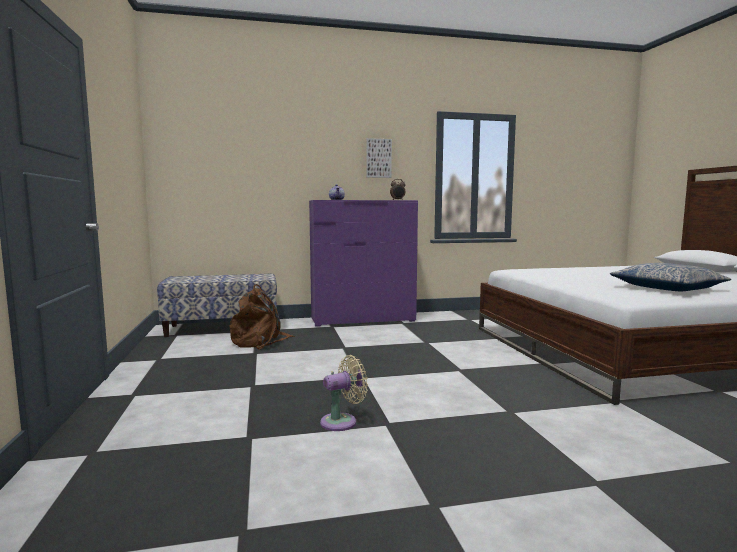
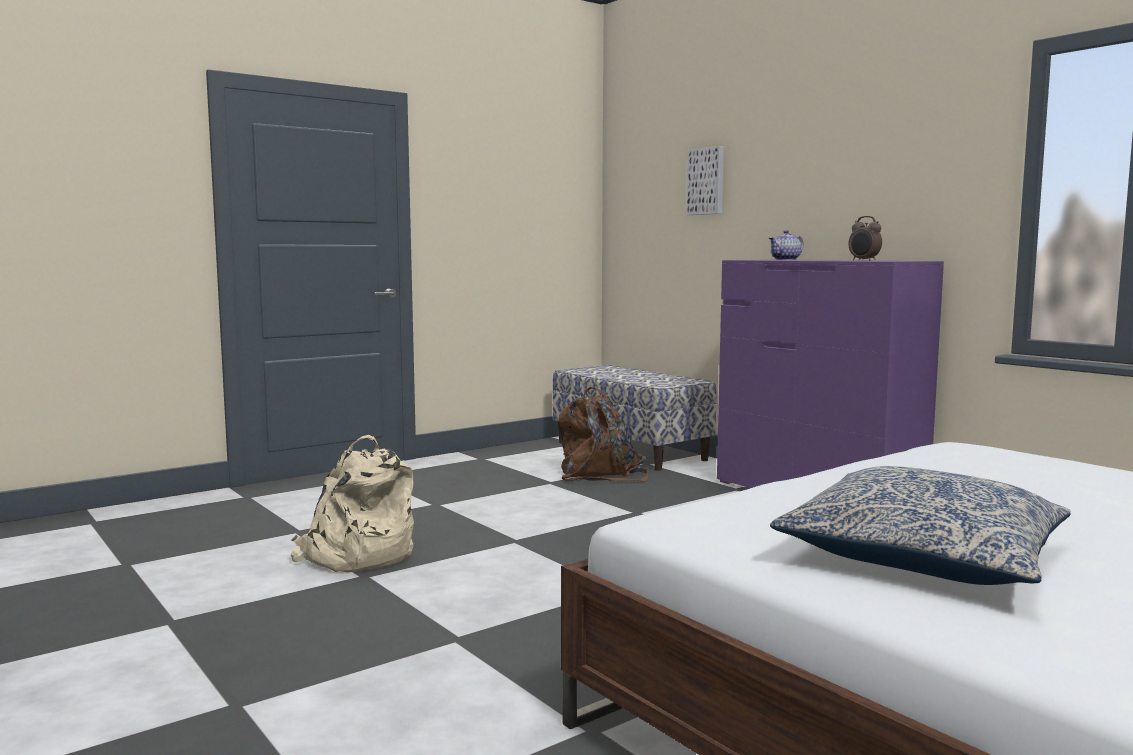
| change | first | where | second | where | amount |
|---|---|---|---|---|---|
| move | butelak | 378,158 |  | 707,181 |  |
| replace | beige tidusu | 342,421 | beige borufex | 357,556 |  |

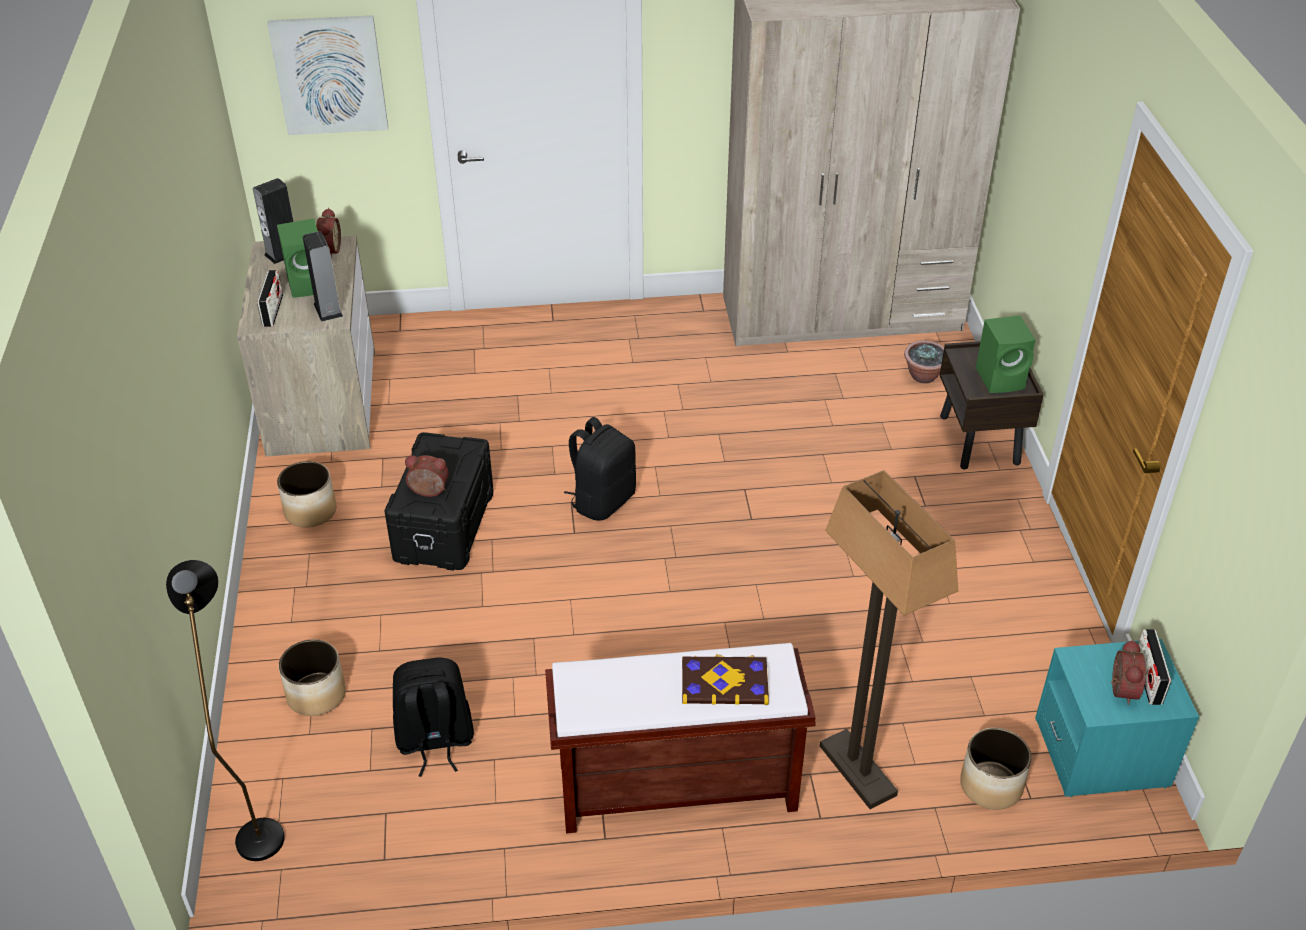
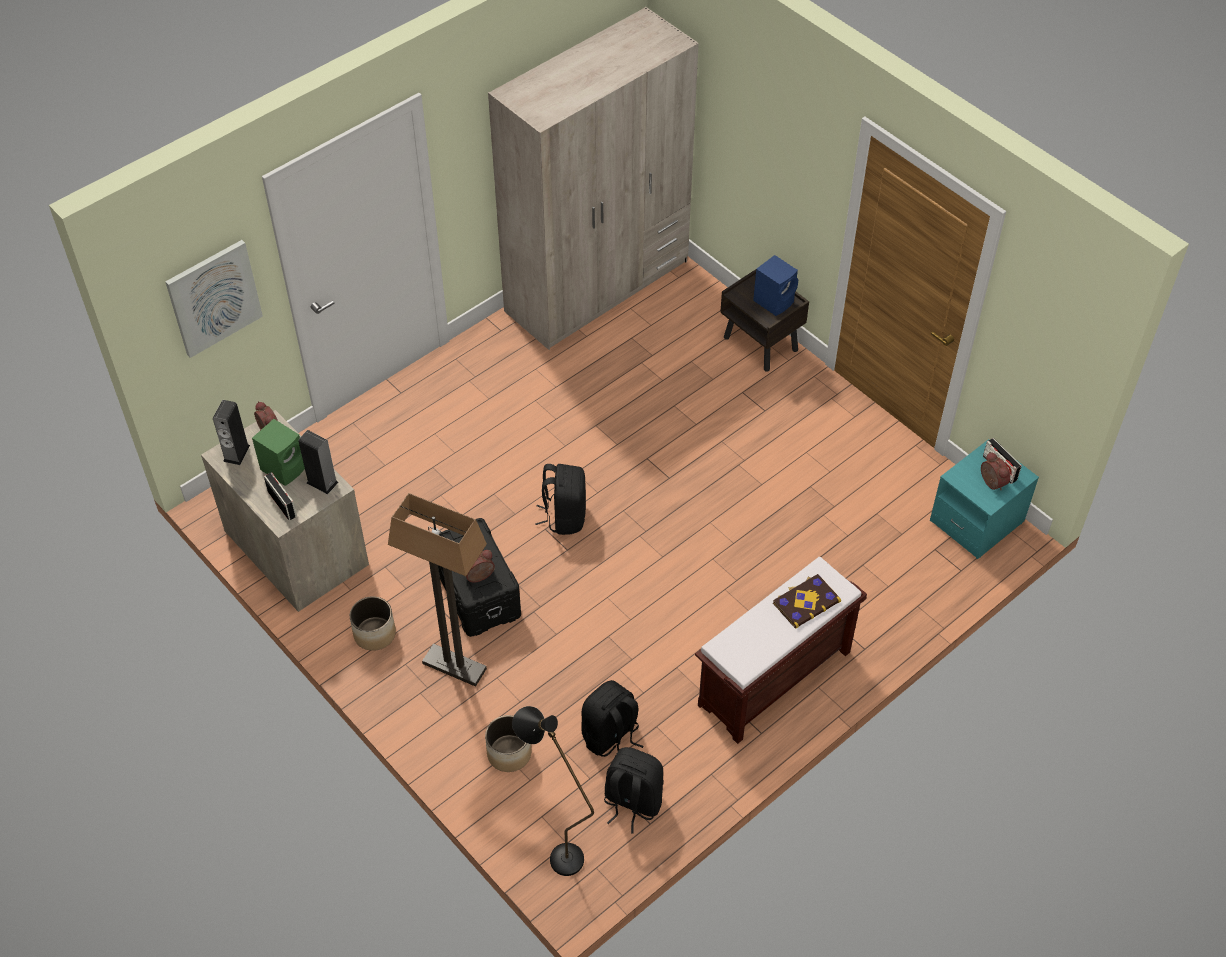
| change | first | where | second | where | amount |
|---|---|---|---|---|---|
| recolor | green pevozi | 1002,378 | blue pevozi | 774,301 |  |
| delete | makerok | 923,376 |  |  |  |
| move | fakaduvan | 856,770 |  | 453,666 |  |
| delete | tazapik | 990,785 |  |  |  |
| insert |  |  | black borufex | 632,802 |  |

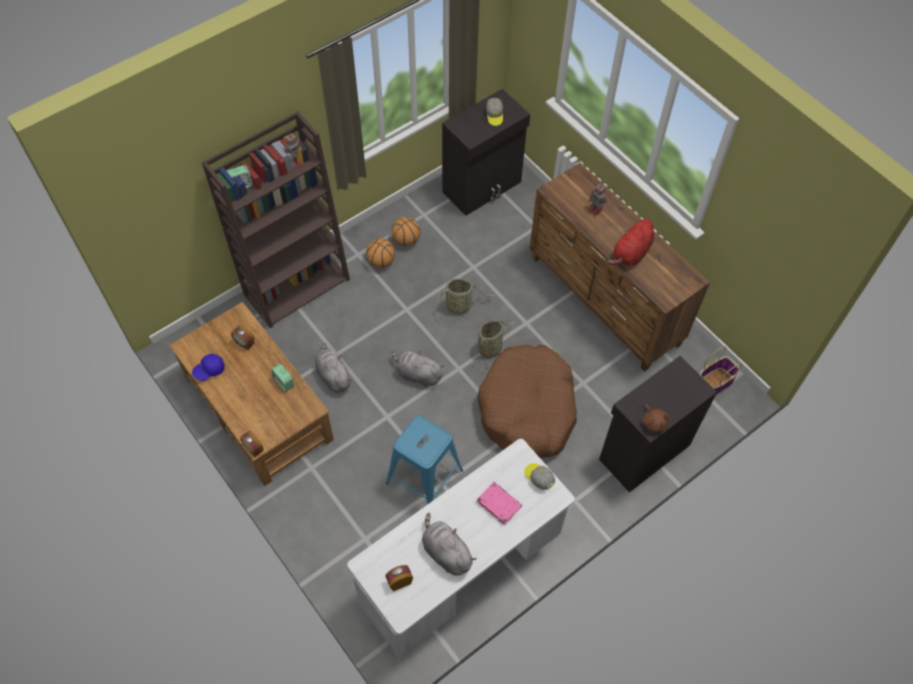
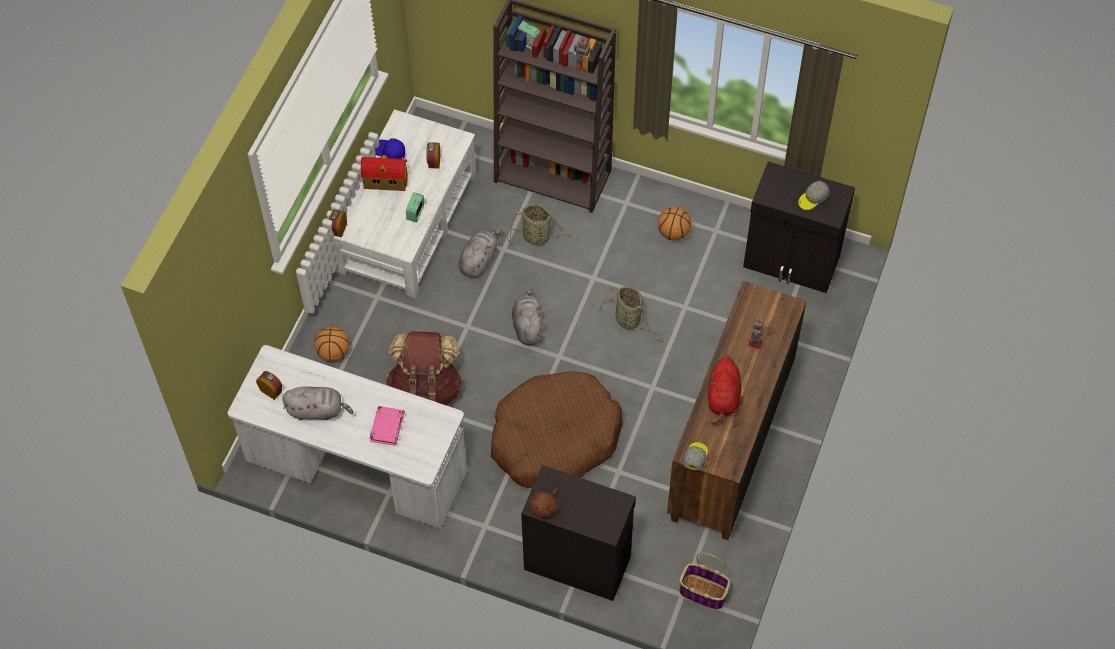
| change | first | where | second | where | amount |
|---|---|---|---|---|---|
| rotate | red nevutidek | 631,253 |  | 723,398 | 90 degrees counterclockwise |
| move | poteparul | 381,261 |  | 334,352 |  |
| recolor | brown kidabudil | 258,408 | white kidabudil | 406,222 |  |
| move | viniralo | 491,348 |  | 538,237 |  |
| replace | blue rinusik | 424,477 | brown borufex | 426,390 |  |
| move | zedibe | 538,478 |  | 695,458 |  |
| rotate | grey nevutidek | 445,552 |  | 317,410 | 75 degrees clockwise |
| insert |  |  | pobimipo | 384,181 |  |

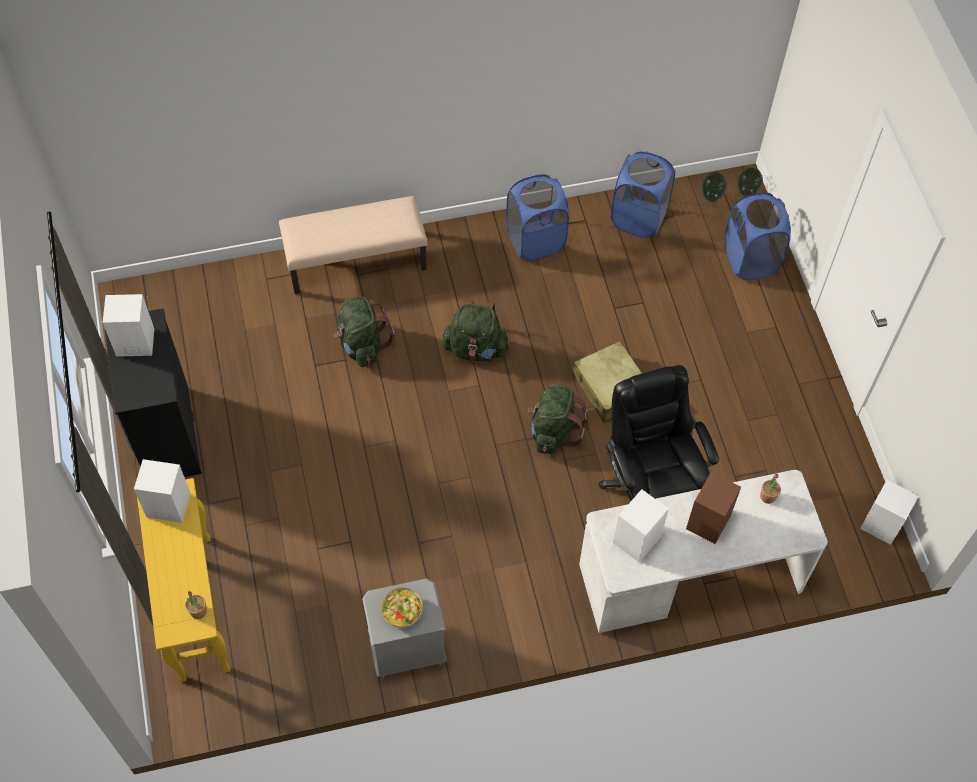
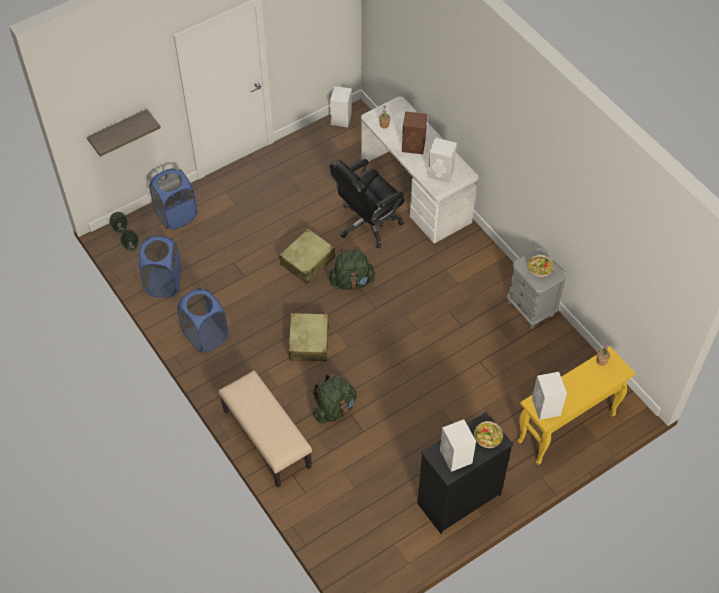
| change | first | where | second | where | amount |
|---|---|---|---|---|---|
| replace | green borufex | 476,348 | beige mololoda | 309,342 |  |
| insert |  |  | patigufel | 119,130 |  |
| insert |  |  | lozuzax | 487,438 |  |

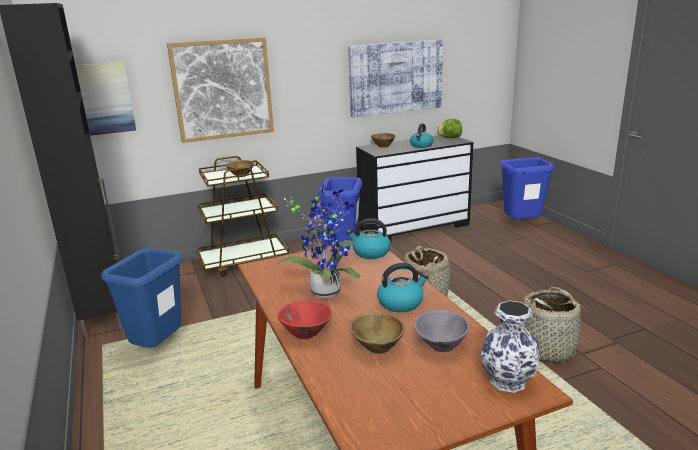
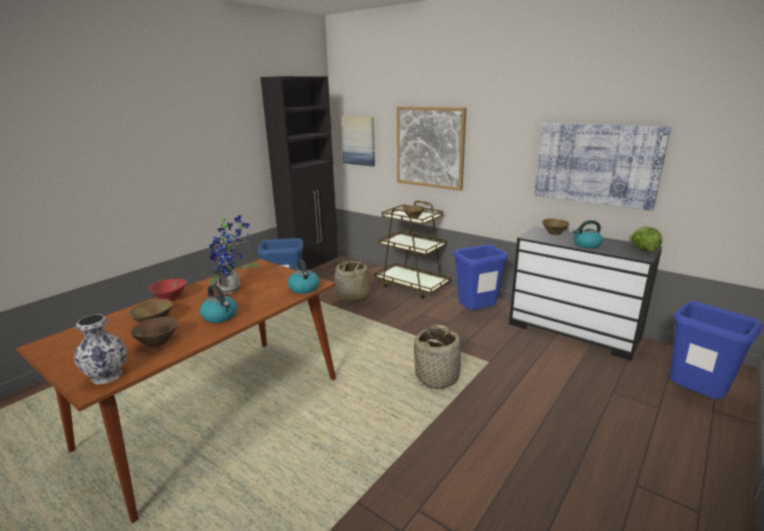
| change | first | where | second | where | amount |
|---|---|---|---|---|---|
| move | viniralo | 549,349 |  | 353,298 |  |
| recolor | grey lozuzax | 441,345 | brown lozuzax | 158,342 |  |

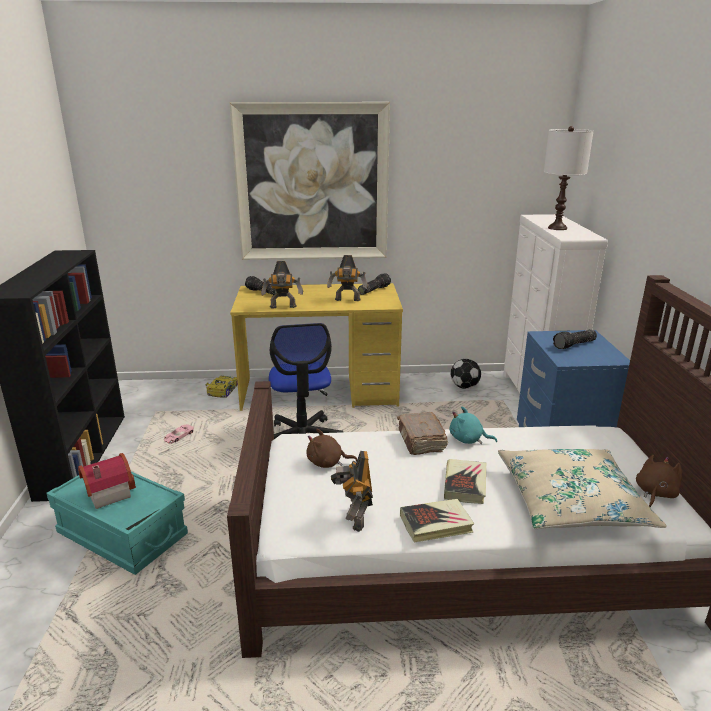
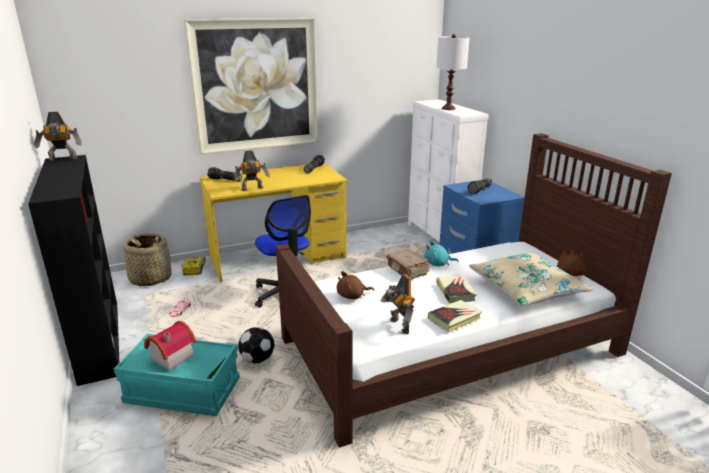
| change | first | where | second | where | amount |
|---|---|---|---|---|---|
| move | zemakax | 347,300 |  | 63,160 |  |
| move | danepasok | 465,387 |  | 258,359 |  |
| insert |  |  | viniralo | 150,278 |  |

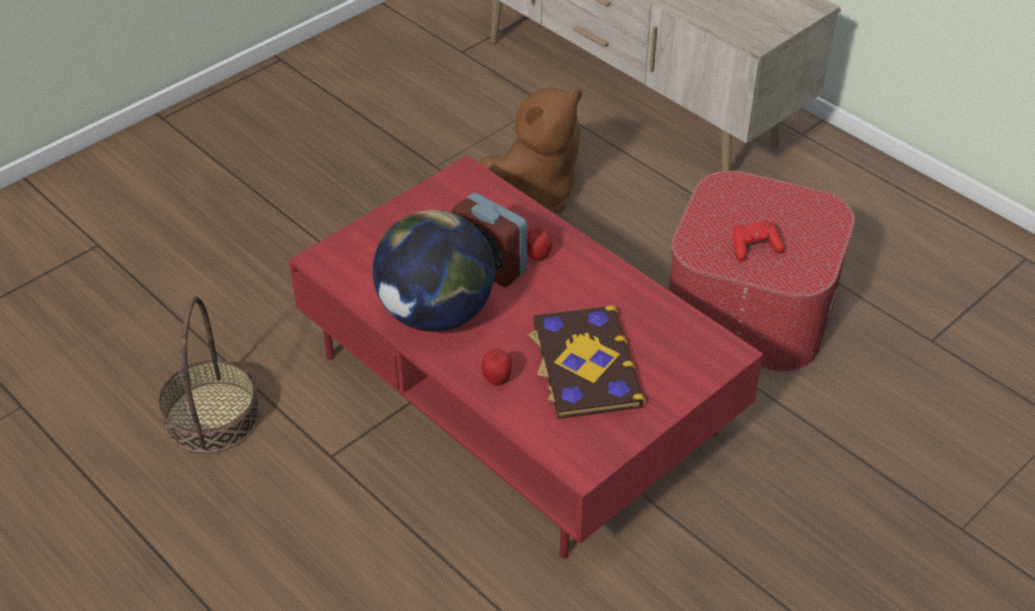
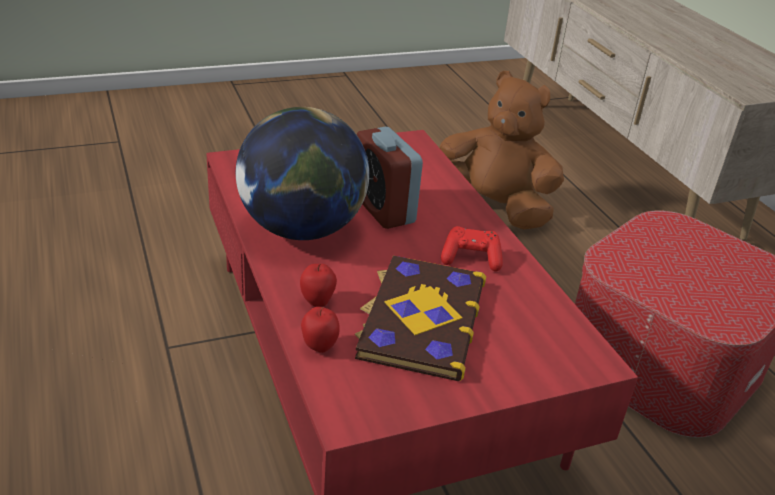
| change | first | where | second | where | amount |
|---|---|---|---|---|---|
| rotate | brown nevutidek | 532,192 |  | 492,207 | 135 degrees counterclockwise |
| move | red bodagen | 754,247 |  | 471,258 |  |
| move | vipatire | 537,256 |  | 319,346 |  |
| delete | viniralo | 212,417 |  |  |  |

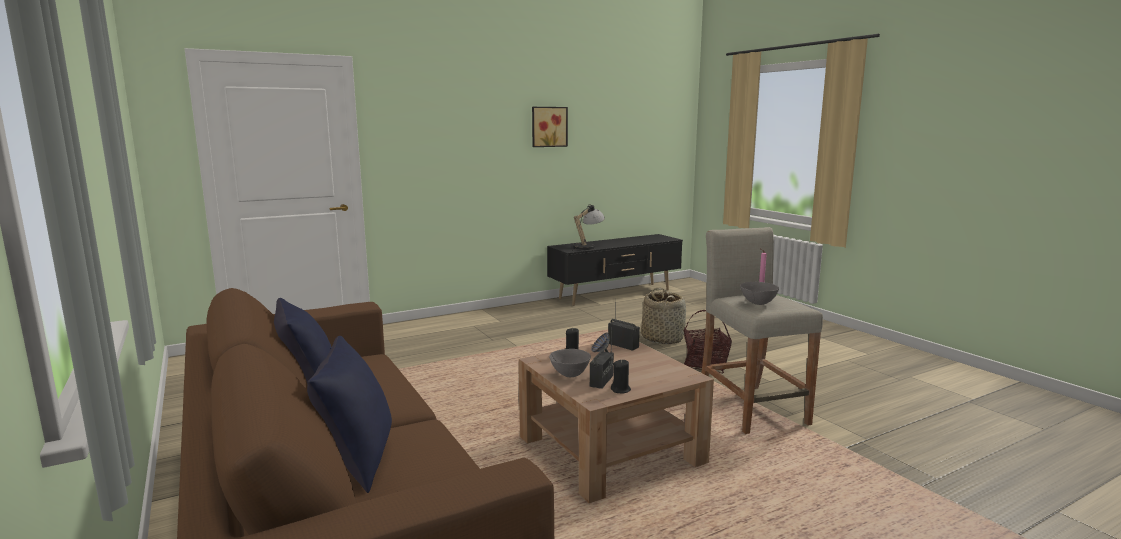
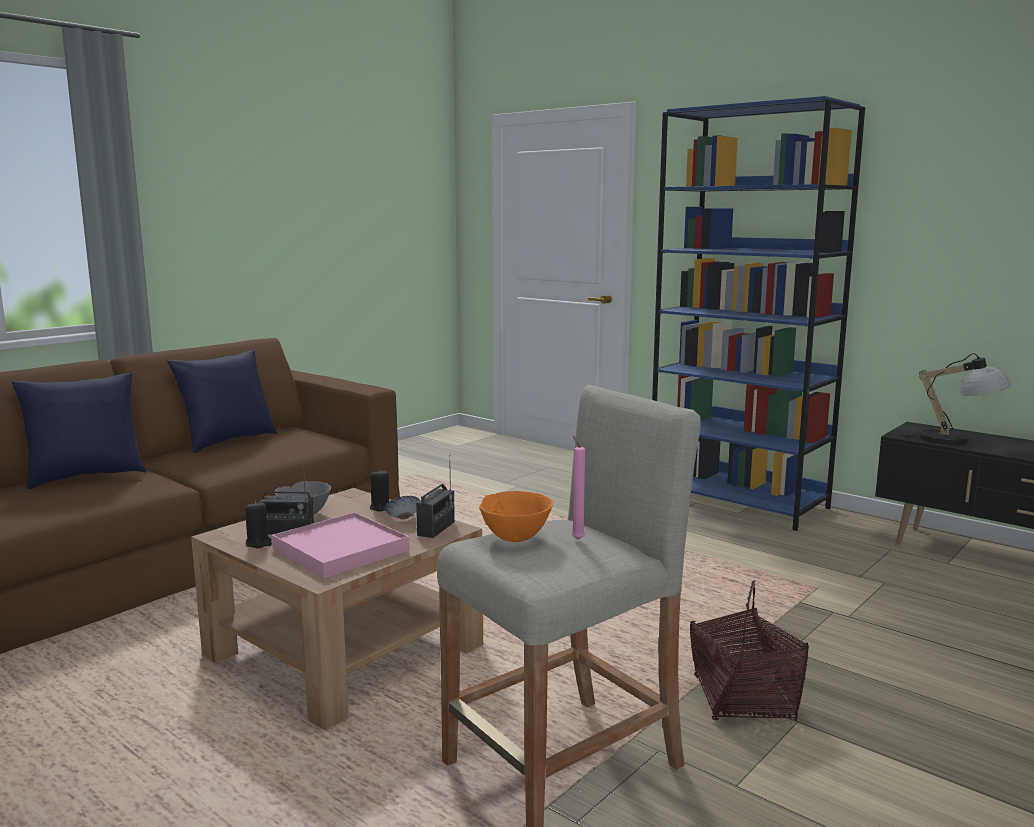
| change | first | where | second | where | amount |
|---|---|---|---|---|---|
| delete | butelak | 548,126 |  |  |  |
| recolor | grey lozuzax | 757,303 | orange lozuzax | 514,538 |  |
| delete | viniralo | 662,338 |  |  |  |
| insert |  |  | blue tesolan | 738,501 |  |
| insert |  |  | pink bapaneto | 340,550 |  |

